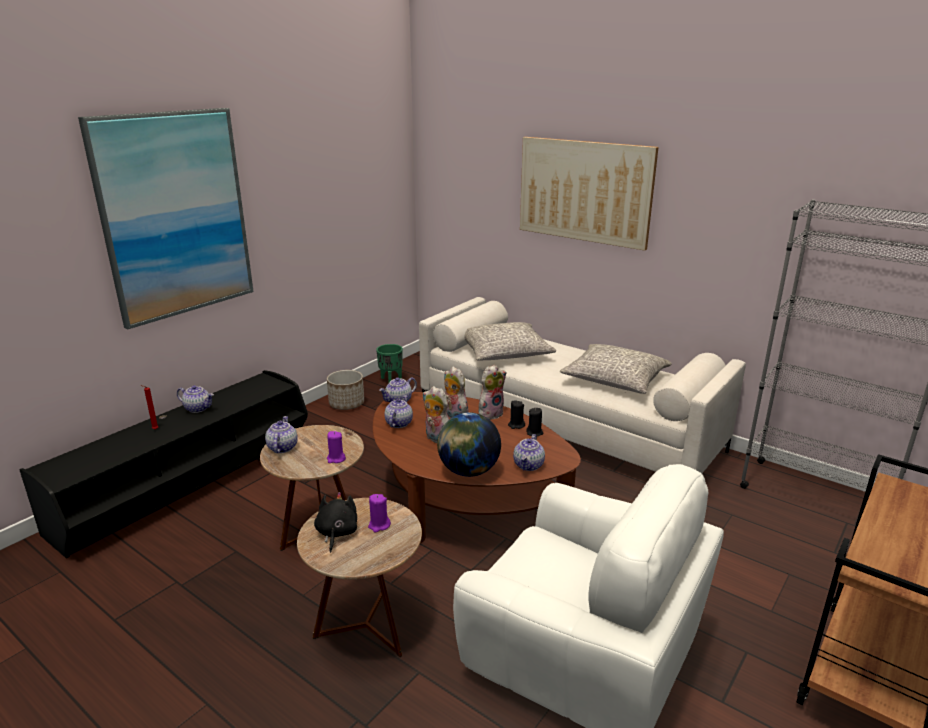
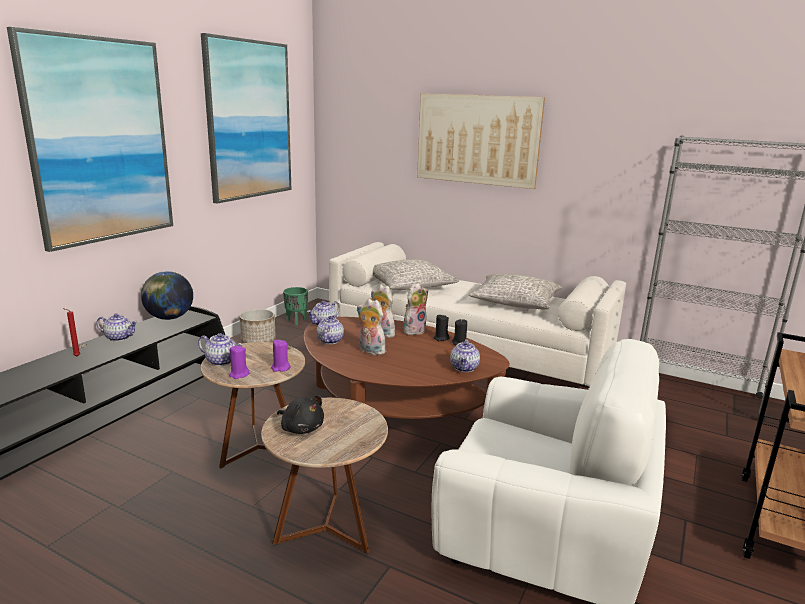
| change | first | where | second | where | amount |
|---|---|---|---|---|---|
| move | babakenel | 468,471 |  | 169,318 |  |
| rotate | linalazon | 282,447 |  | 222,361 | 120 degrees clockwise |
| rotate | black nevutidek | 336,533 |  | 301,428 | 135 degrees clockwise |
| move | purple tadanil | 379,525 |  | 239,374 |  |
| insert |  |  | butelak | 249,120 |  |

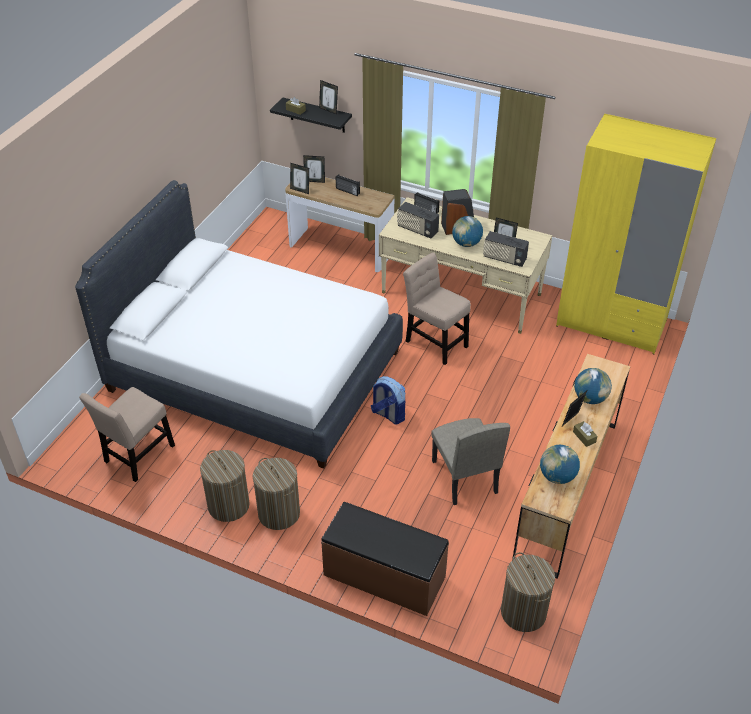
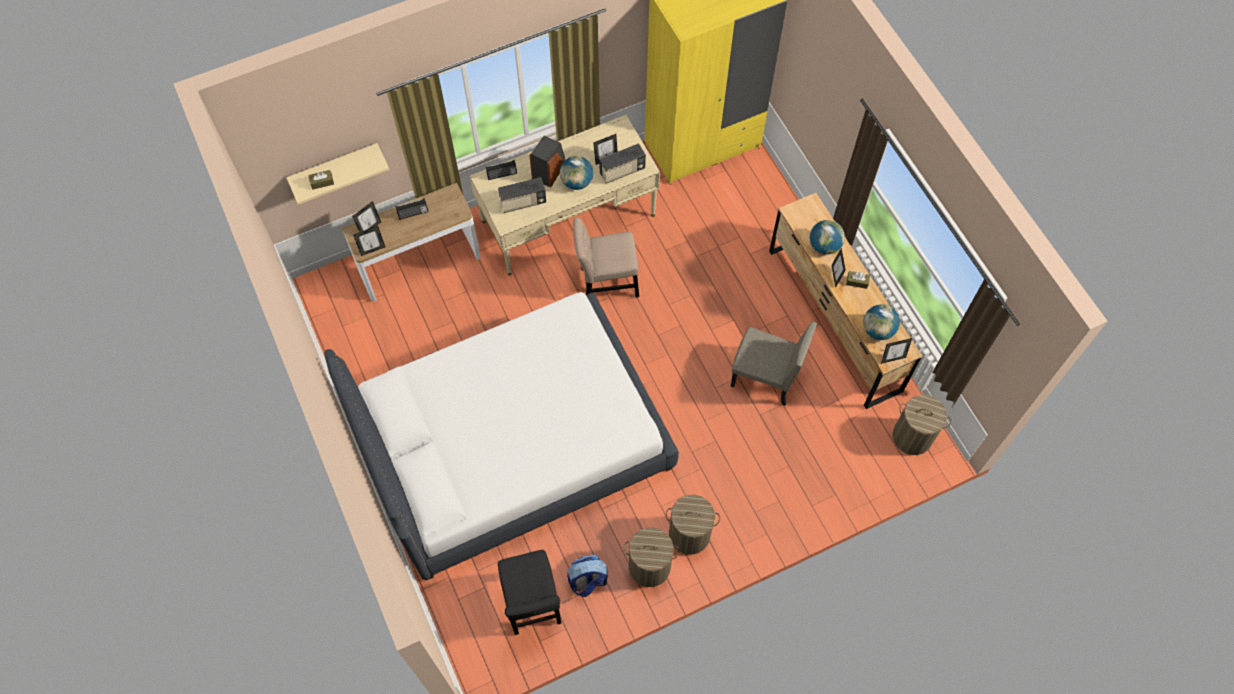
| change | first | where | second | where | amount |
|---|---|---|---|---|---|
| move | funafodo | 328,110 |  | 892,358 |  |
| recolor | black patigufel | 317,115 | beige patigufel | 335,168 |  |
| move | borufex | 388,414 |  | 587,581 |  |
| recolor | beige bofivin | 137,456 | black bofivin | 532,604 |  |
| delete | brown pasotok | 384,576 |  |  |  |

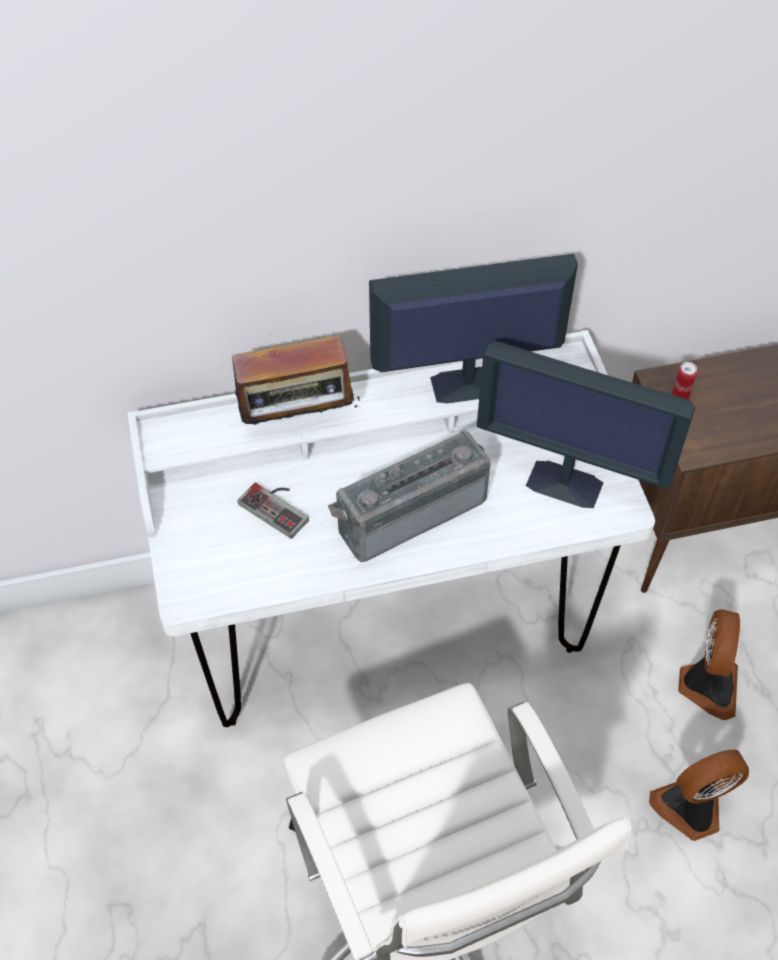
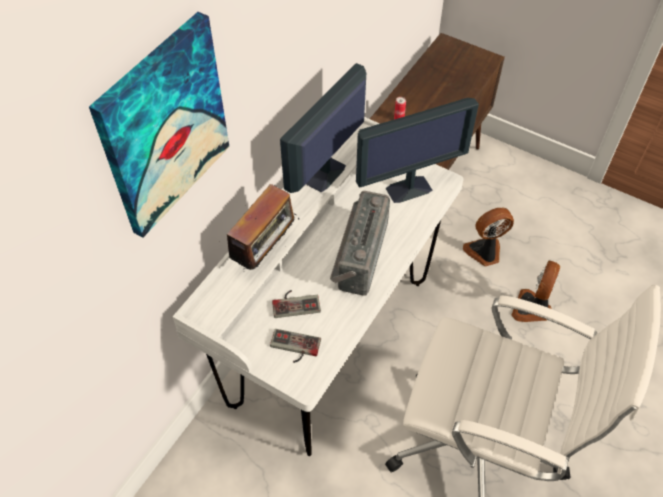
| change | first | where | second | where | amount |
|---|---|---|---|---|---|
| rotate | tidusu | 707,685 |  | 484,252 | 75 degrees counterclockwise |
| insert |  |  | butelak | 164,127 |  |
| insert |  |  | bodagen | 294,348 |  |

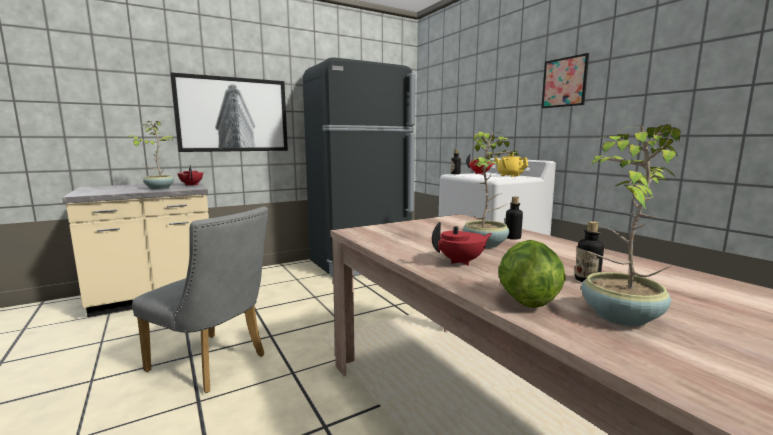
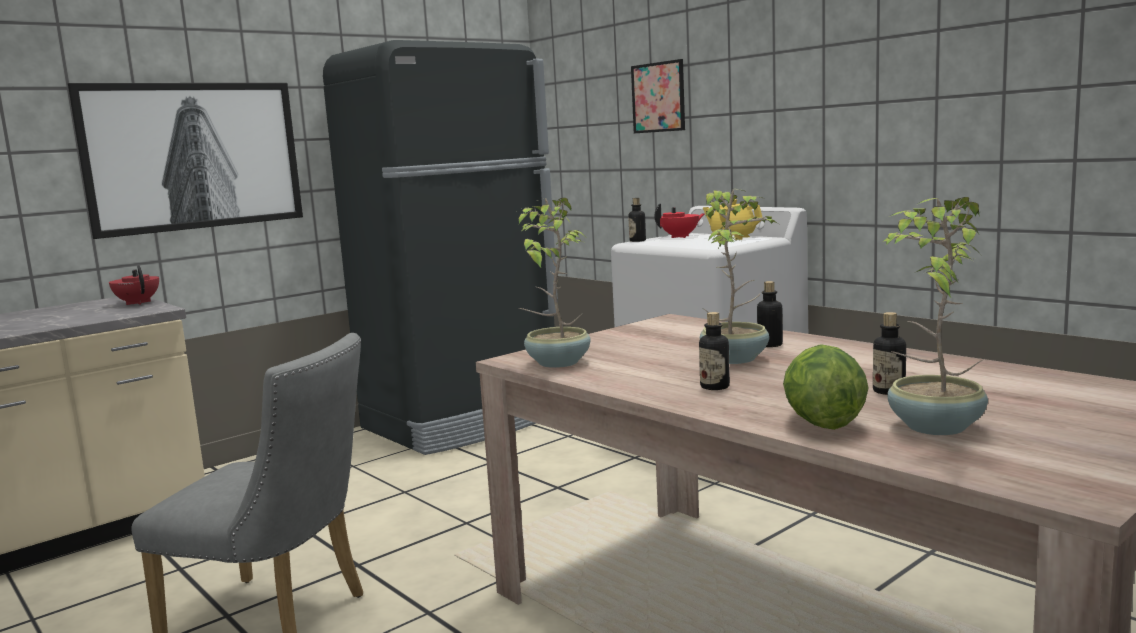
| change | first | where | second | where | amount |
|---|---|---|---|---|---|
| move | butelak | 564,82 |  | 658,97 |  |
| move | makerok | 159,188 |  | 556,363 |  |
| replace | red linalazon | 461,262 | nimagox | 714,387 |  |

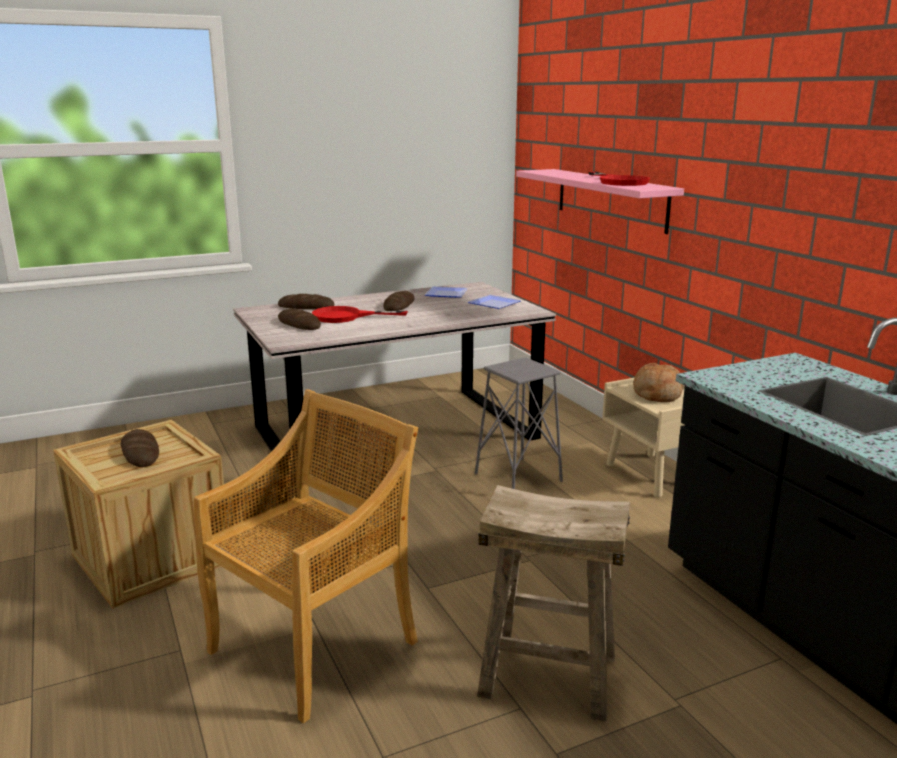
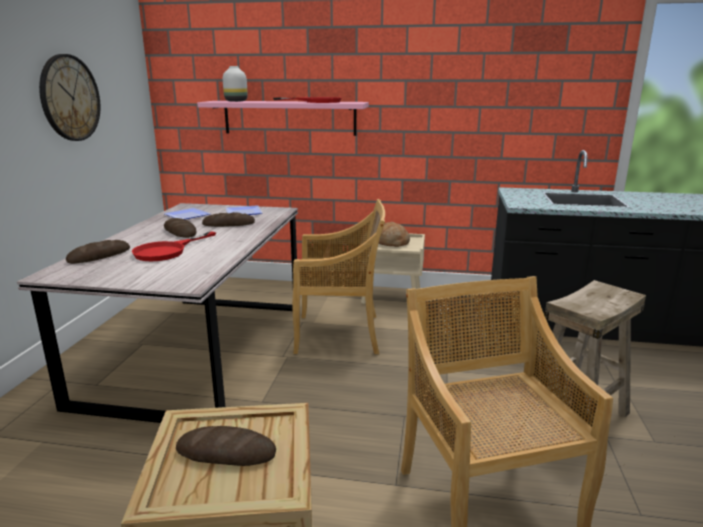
| change | first | where | second | where | amount |
|---|---|---|---|---|---|
| move | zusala | 299,324 |  | 228,224 |  |
| replace | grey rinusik | 517,478 | beige bofivin | 340,334 |  |
| insert |  |  | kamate | 70,98 |  |
| insert |  |  | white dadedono | 236,101 |  |

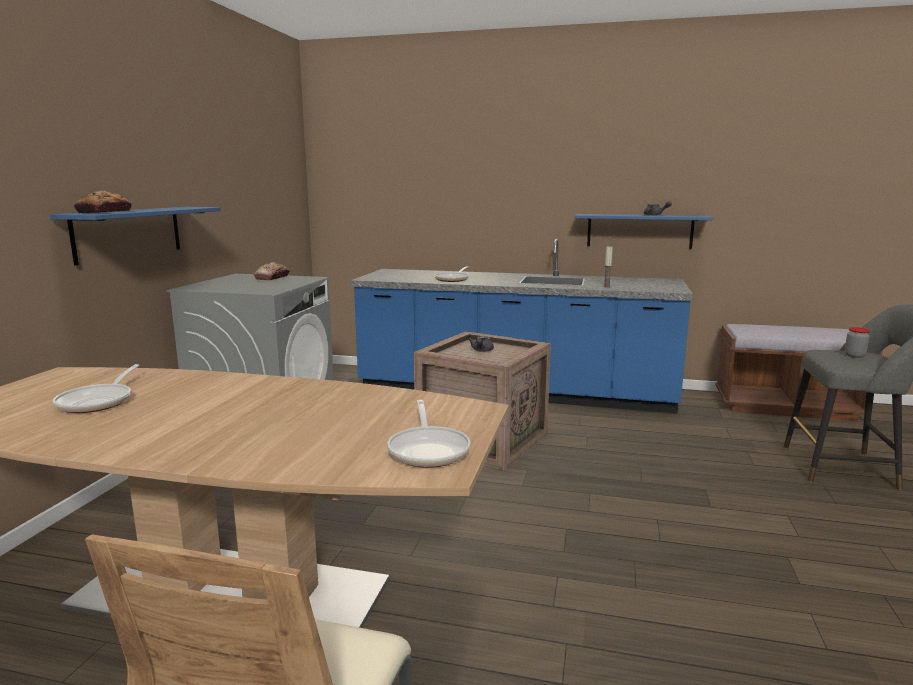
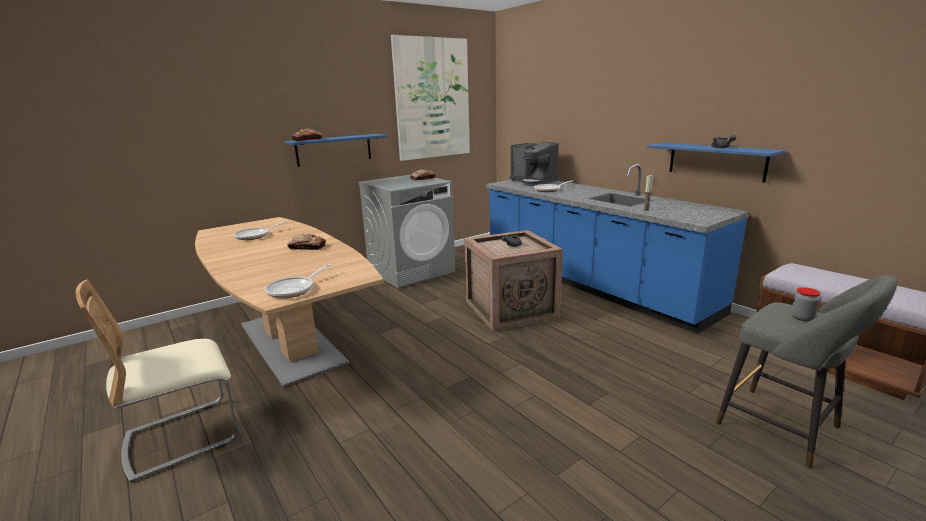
| change | first | where | second | where | amount |
|---|---|---|---|---|---|
| insert |  |  | butelak | 432,99 |  |
| insert |  |  | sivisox | 533,182 |  |
| insert |  |  | zusala | 307,247 |  |

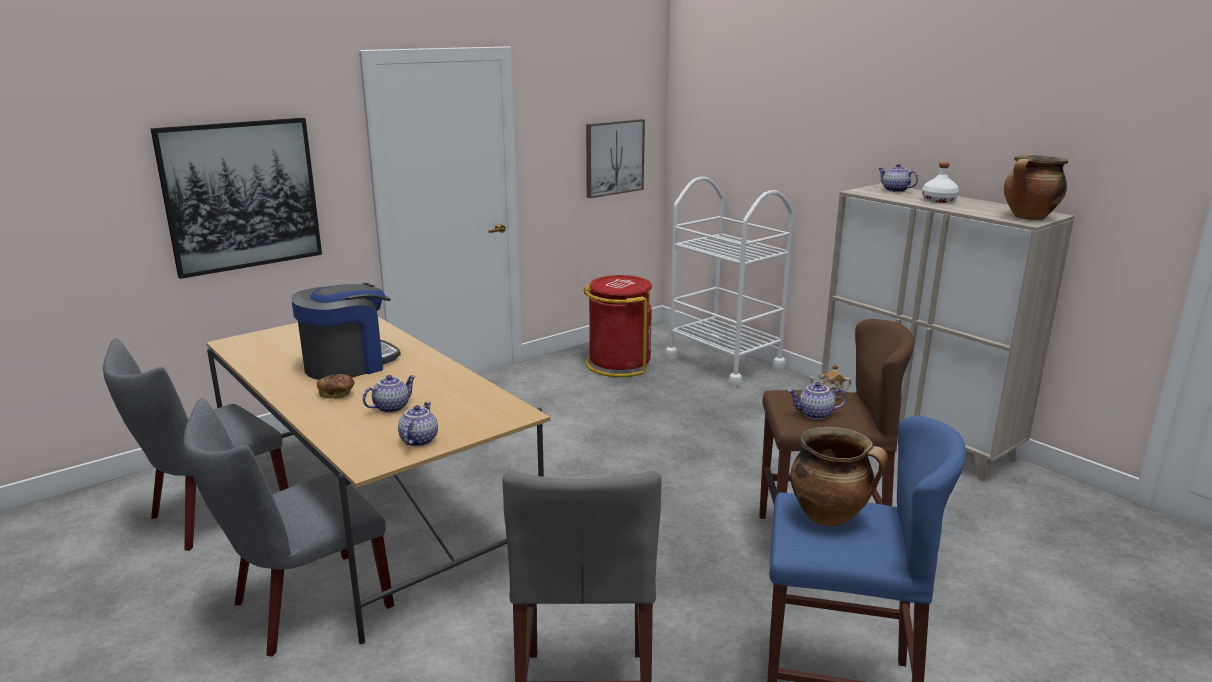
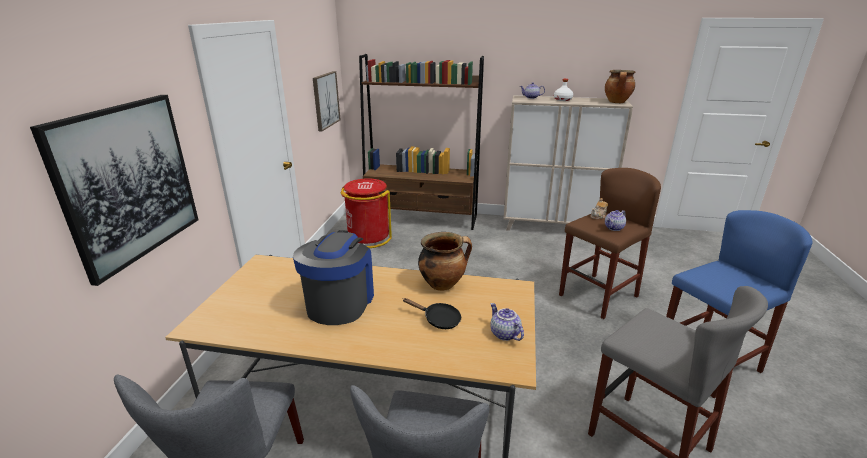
| change | first | where | second | where | amount |
|---|---|---|---|---|---|
| replace | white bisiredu | 724,362 | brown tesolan | 421,218 |  |
| delete | zusala | 337,394 |  |  |  |
| replace | linalazon | 391,407 | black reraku | 438,320 |  |
| move | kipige | 830,516 |  | 443,284 |  |

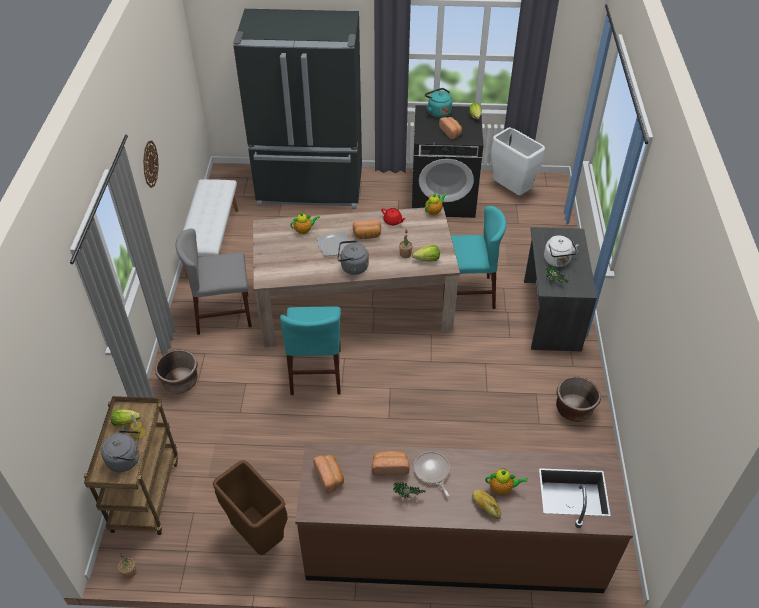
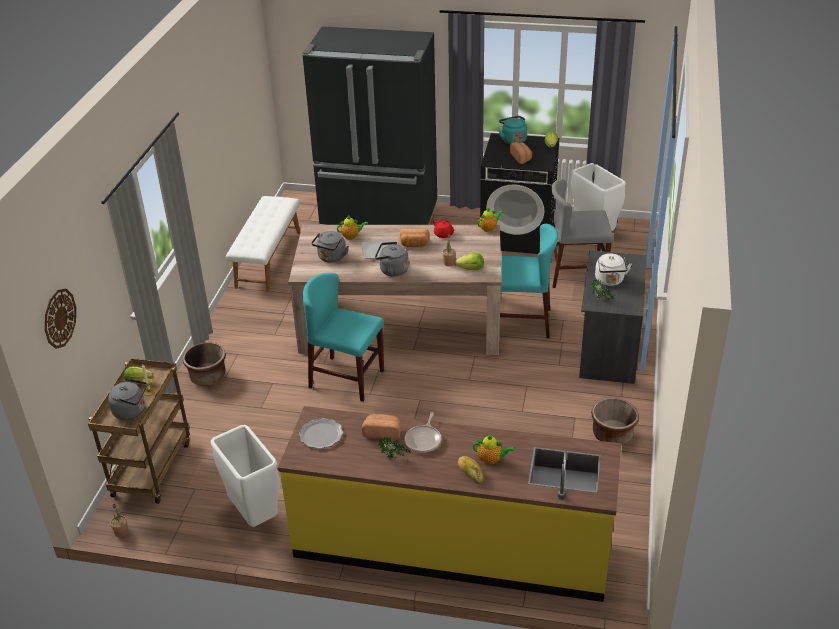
| change | first | where | second | where | amount |
|---|---|---|---|---|---|
| move | kamate | 150,164 |  | 59,318 |  |
| move | grey bofivin | 223,314 |  | 576,274 |  |
| rotate | turquoise bofivin | 316,371 |  | 346,379 | 105 degrees clockwise |
| recolor | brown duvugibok | 453,549 | yellow duvugibok | 451,546 |  |
| rotate | reraku | 432,472 |  | 424,440 | 150 degrees counterclockwise |
| replace | zusala | 330,477 | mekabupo | 321,435 |  |
| recolor | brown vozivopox | 257,537 | white vozivopox | 253,515 |  |
| insert |  |  | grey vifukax | 331,258 |  |

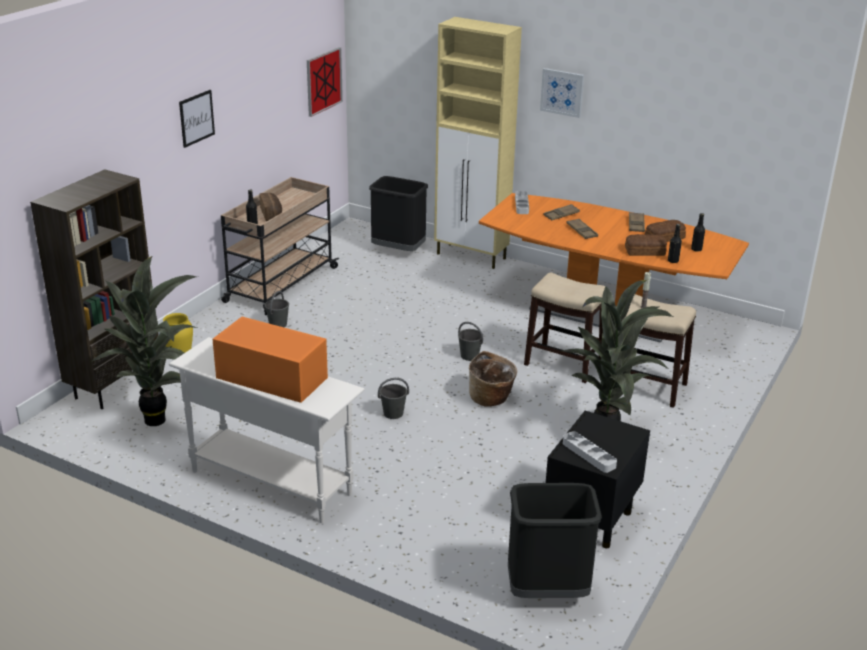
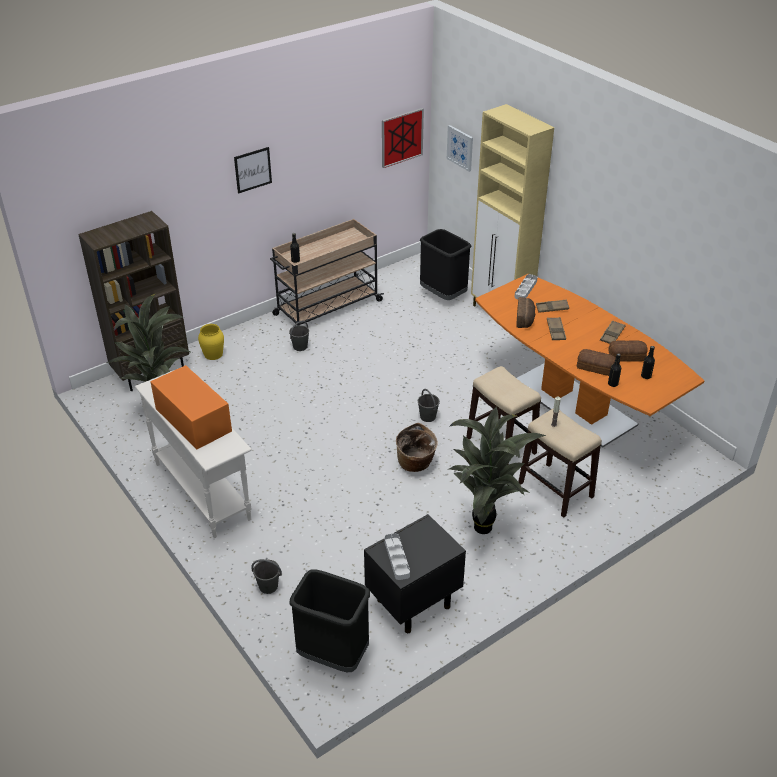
| change | first | where | second | where | amount |
|---|---|---|---|---|---|
| move | butelak | 562,92 |  | 460,148 |  |
| move | zusala | 272,214 |  | 525,319 |  |
| move | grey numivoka | 393,413 |  | 268,586 |  |

